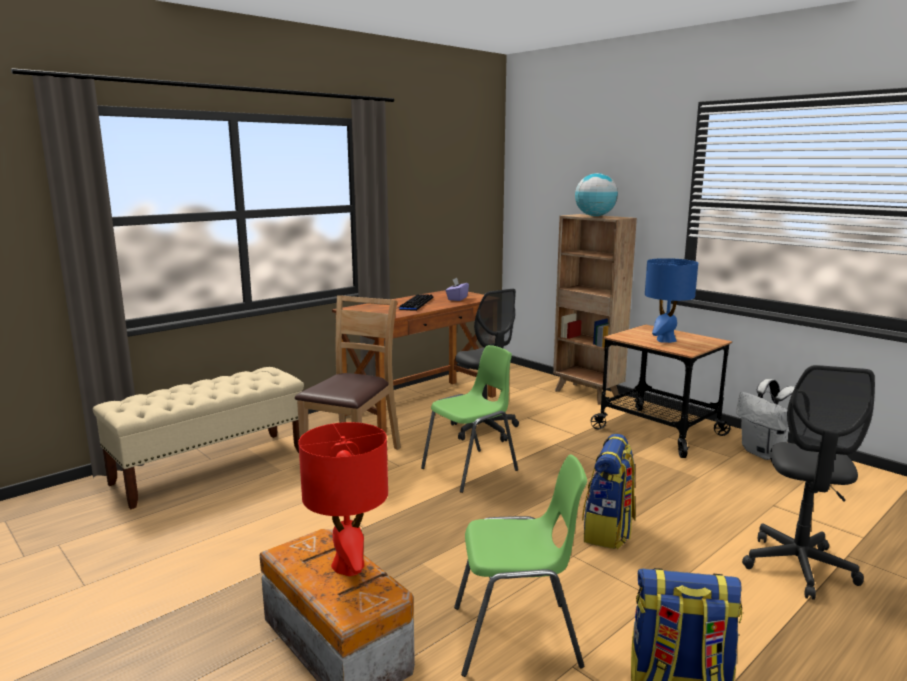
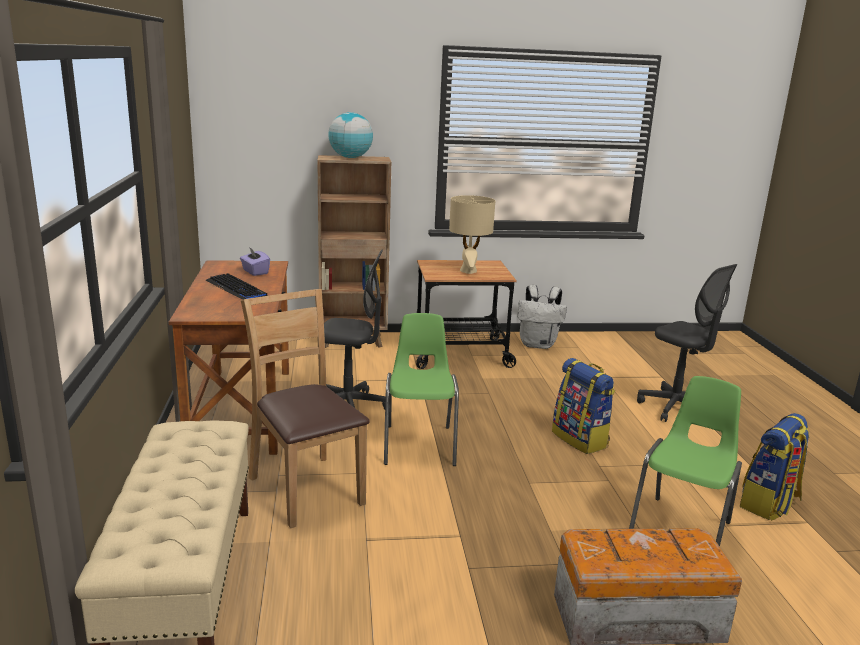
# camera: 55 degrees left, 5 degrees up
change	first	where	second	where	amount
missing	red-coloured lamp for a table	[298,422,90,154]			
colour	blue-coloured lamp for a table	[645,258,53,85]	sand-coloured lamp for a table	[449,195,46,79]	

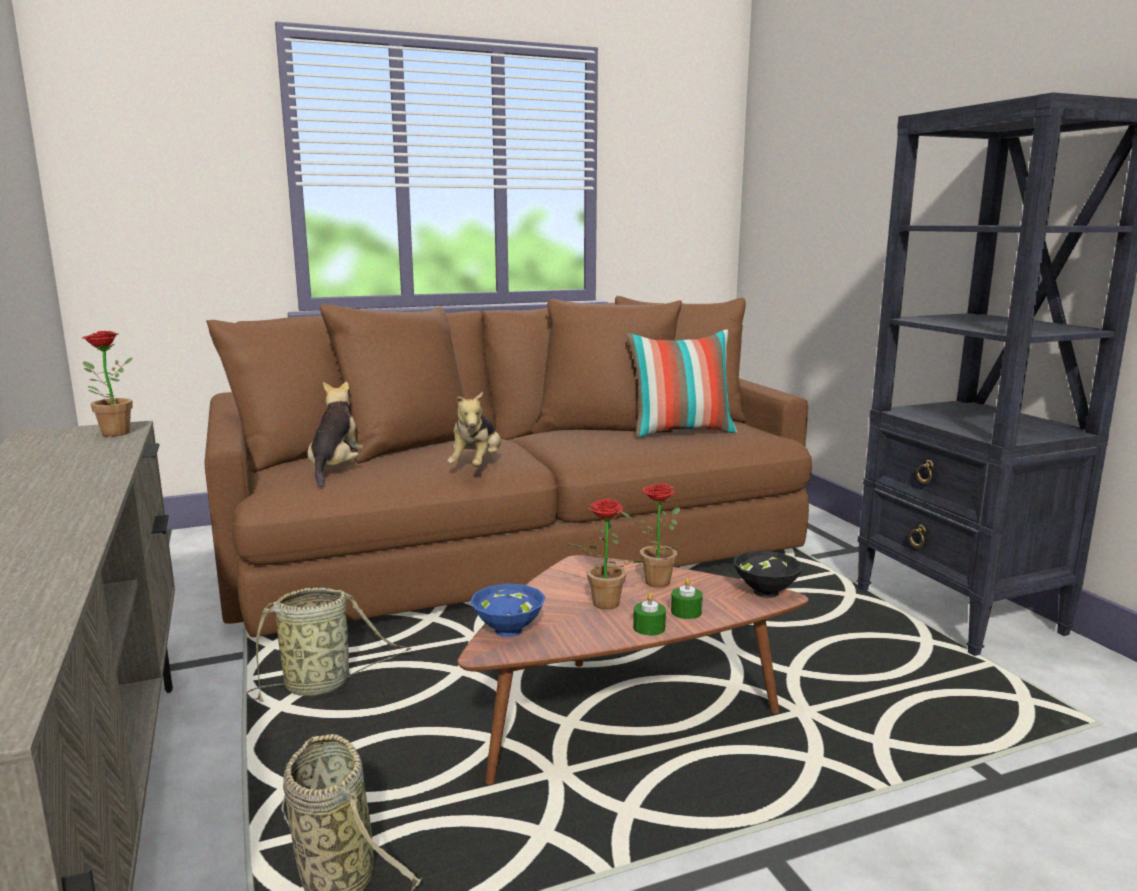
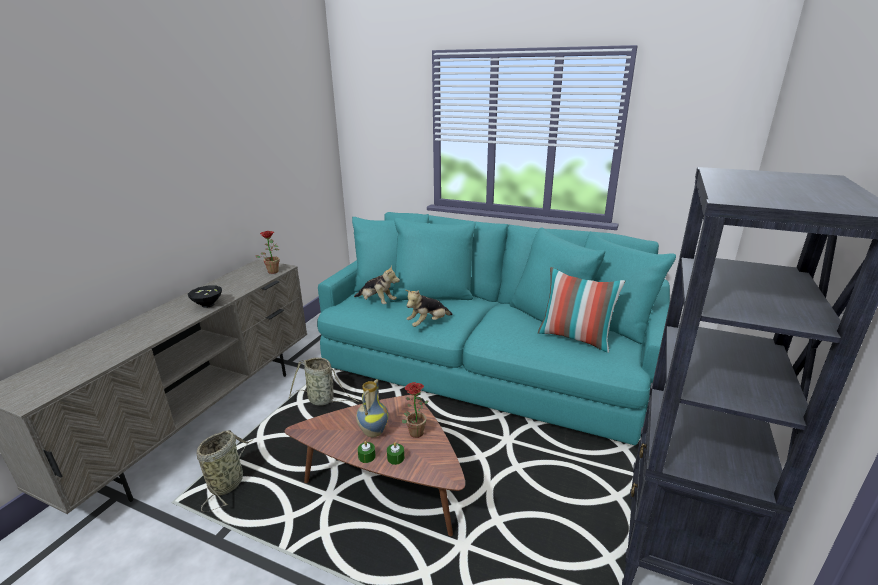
# camera: 45 degrees right, 10 degrees up
change	first	where	second	where	amount
colour	brown-coloured sofa	[204,295,608,342]	blue-green sofa	[317,212,359,233]	
spun	cuddly toy	[308,382,55,105]		[354,265,46,39]	75 degrees clockwise
missing	blue-coloured bowl	[470,583,75,54]			
exchanged	houseplant	[566,499,79,111]	decorative vase	[356,379,32,58]	
relocated	black bowl	[734,551,68,47]		[188,286,34,22]	

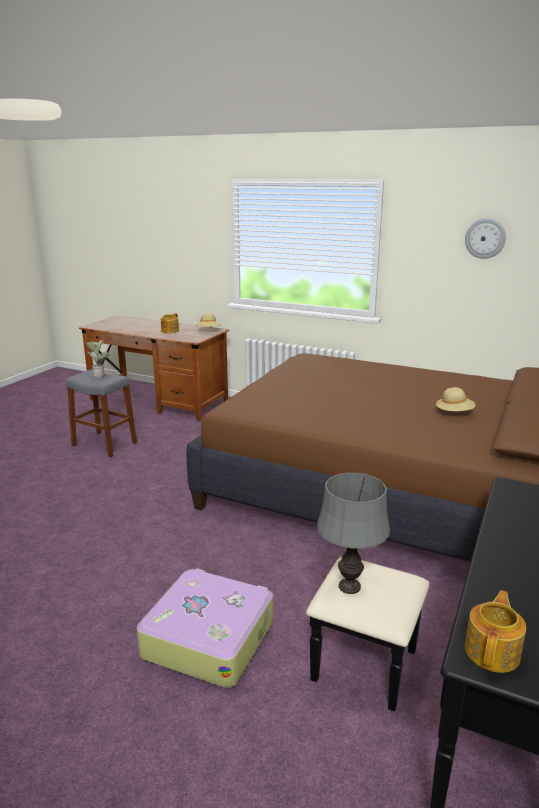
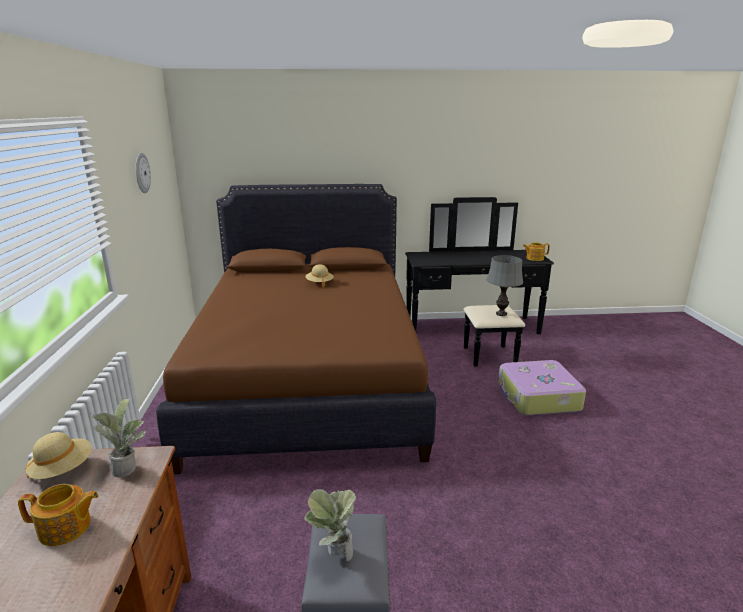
# camera: 120 degrees left, 0 degrees up
change	first	where	second	where	amount
appeared			houseplant	[91,399,55,79]	

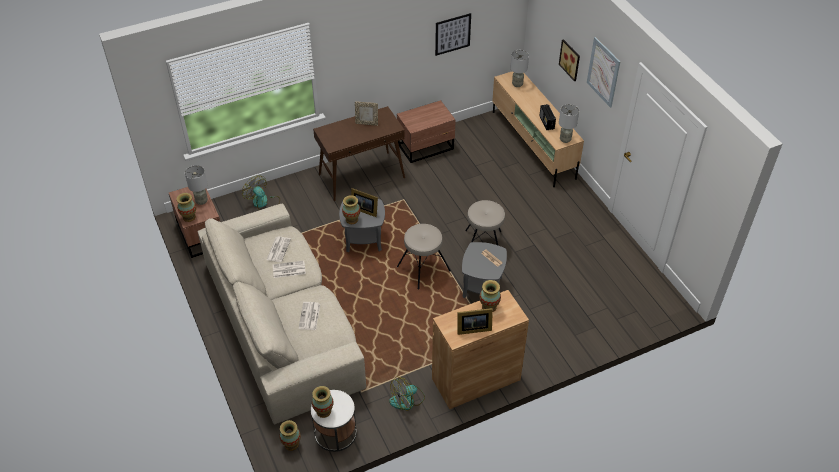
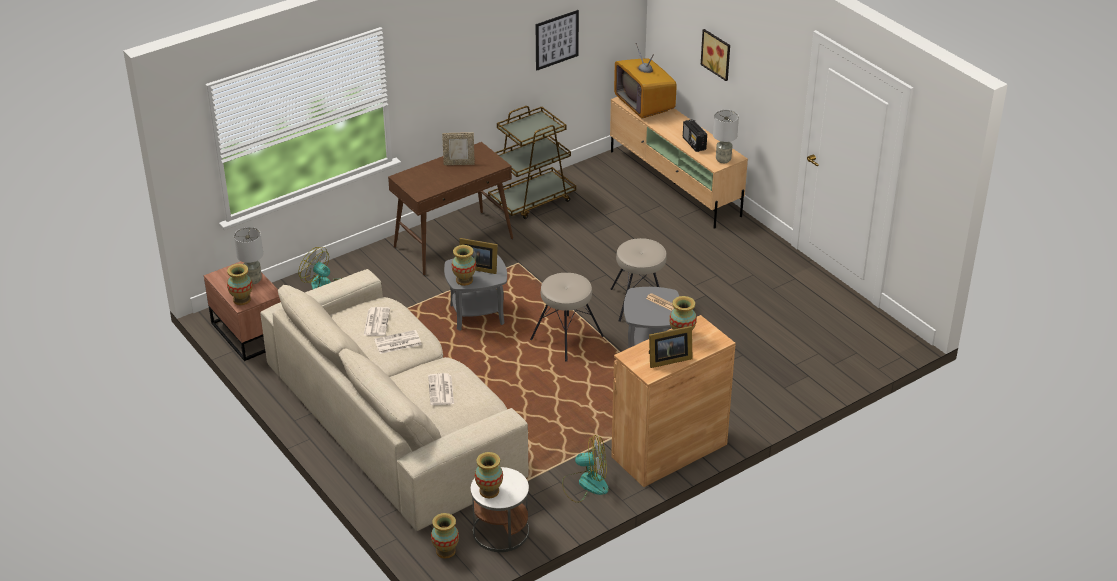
# camera: 10 degrees left, 10 degrees down
change	first	where	second	where	amount
spun	electric fan	[389,377,36,34]		[562,435,47,68]	135 degrees counterclockwise
exchanged	brown-coloured bedside table	[397,100,59,63]	brown-coloured trolley	[488,106,88,113]	
exchanged	gray lamp for a table	[510,50,19,37]	TV set	[614,43,63,76]	
missing	wall picture	[587,37,33,71]			

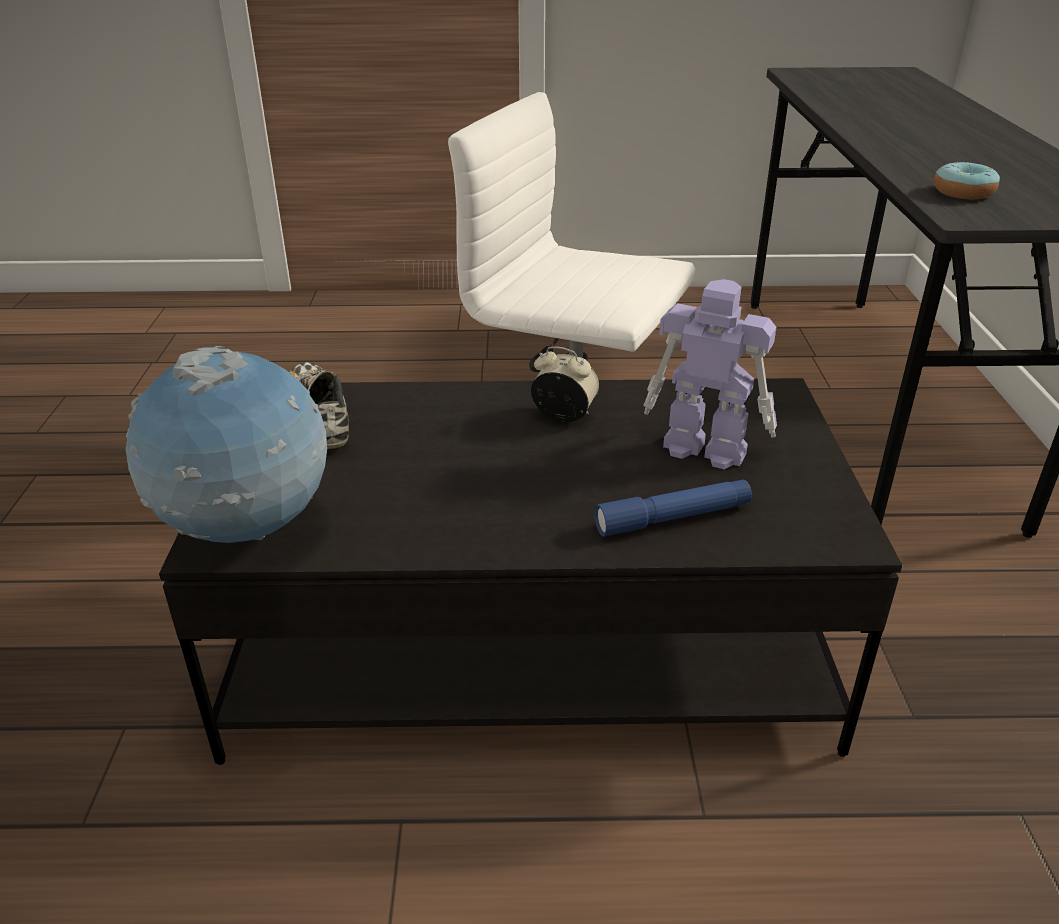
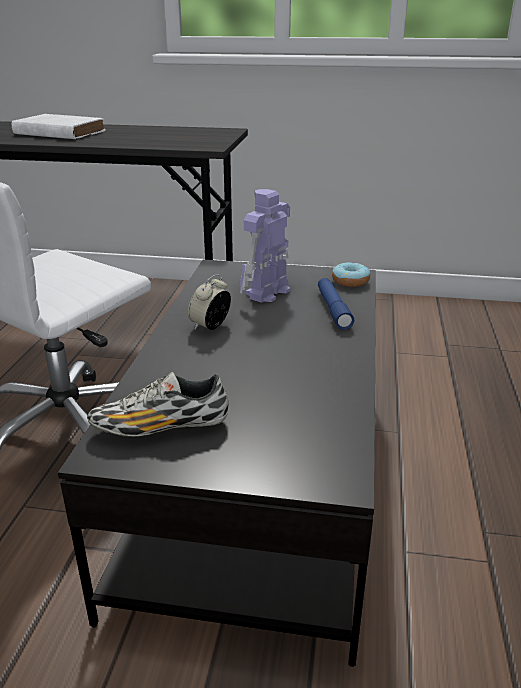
# camera: 80 degrees left, 5 degrees down
change	first	where	second	where	amount
missing	world globe	[126,346,201,197]			
relocated	ring doughnut	[934,162,66,38]		[332,262,38,25]	
appeared			white-coloured book	[12,114,94,25]	

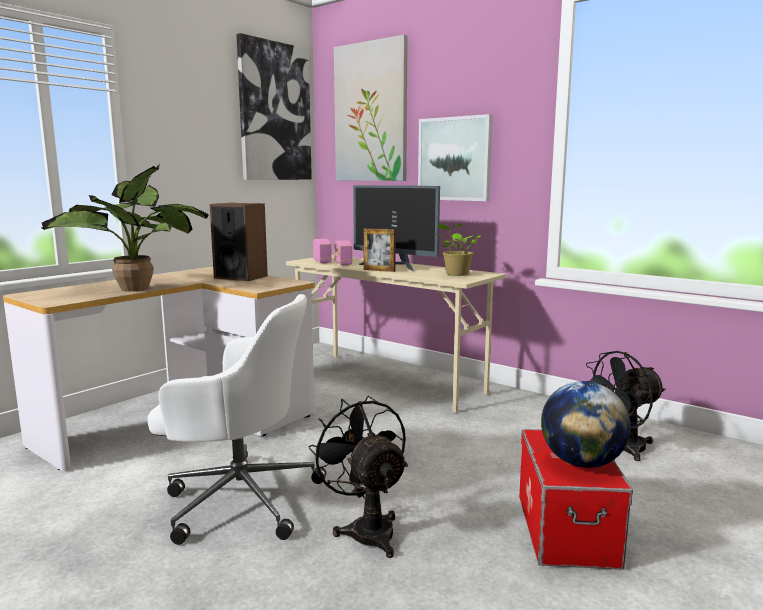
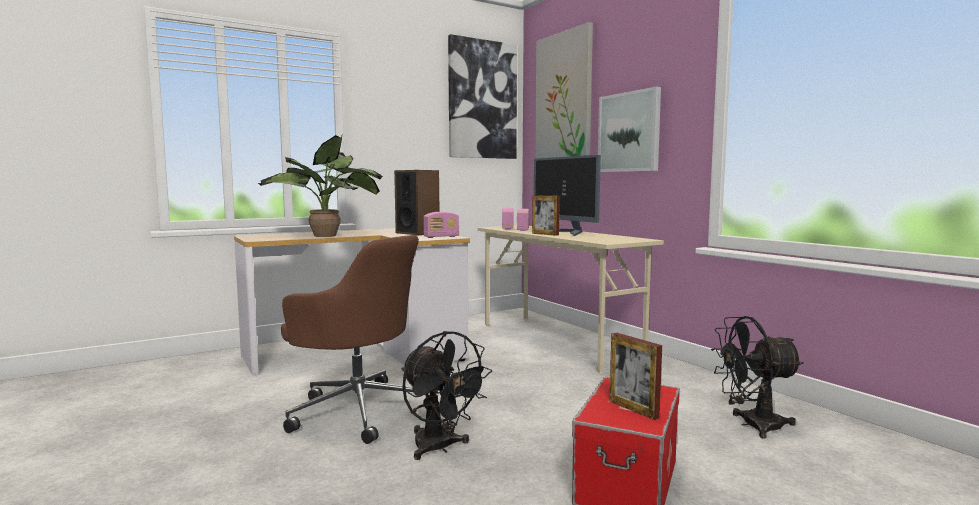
# camera: 20 degrees right, 5 degrees down
change	first	where	second	where	amount
colour	white-coloured computer chair	[147,294,179,251]	brown-coloured computer chair	[281,235,147,209]	
spun	black electric fan	[308,396,100,162]		[401,331,91,129]	150 degrees clockwise
missing	houseplant	[434,224,47,52]			
exchanged	world globe	[541,381,90,87]	photo frame	[610,332,52,88]	
appeared			radio	[423,212,36,26]	

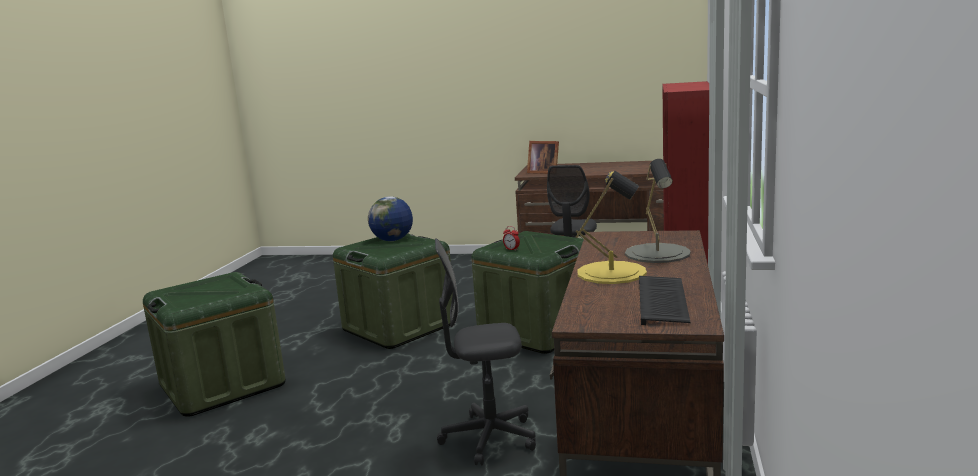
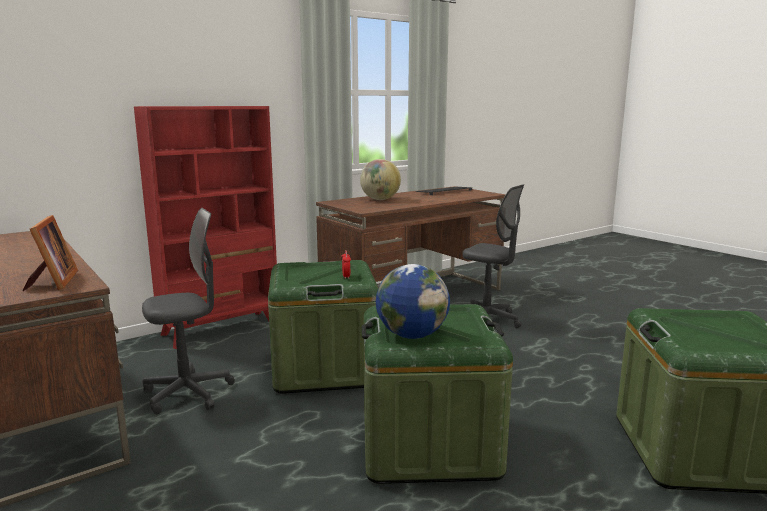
# camera: 140 degrees left, 0 degrees up
change	first	where	second	where	amount
missing	yellow lamp for a table	[576,171,71,113]			
exchanged	gray lamp for a table	[625,159,66,104]	world globe	[360,159,41,41]	

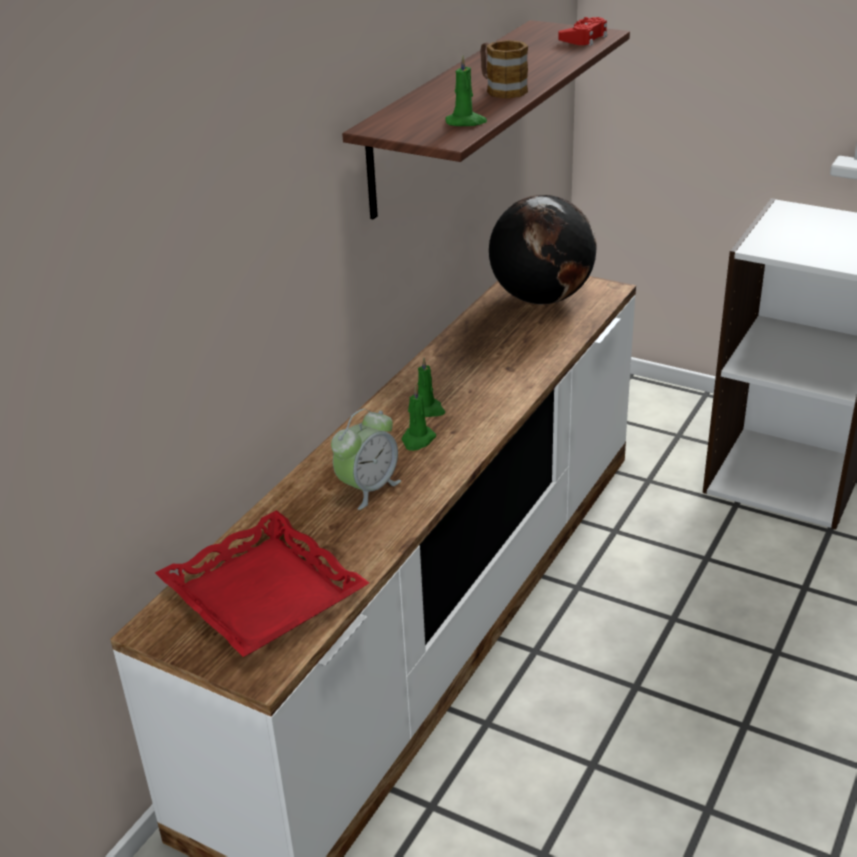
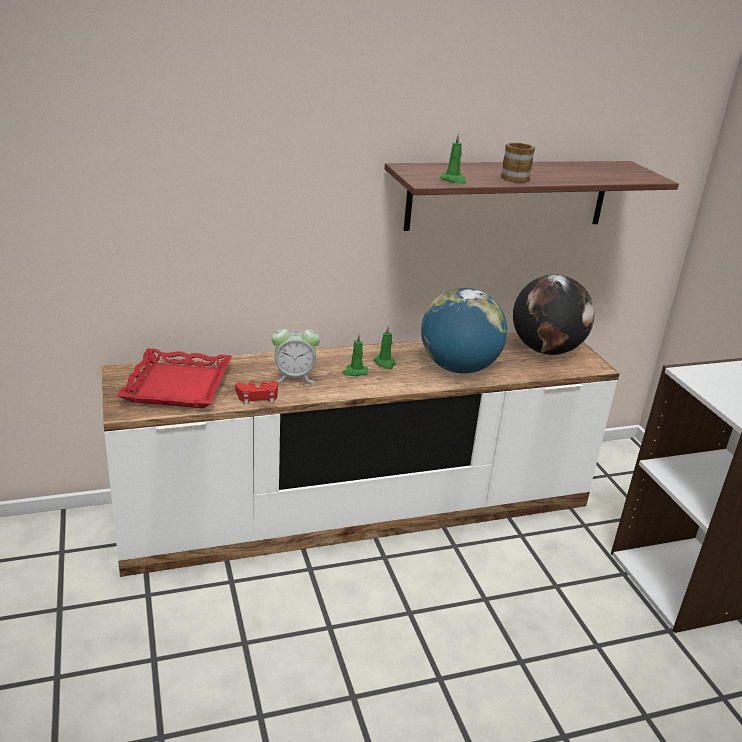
# camera: 40 degrees right, 5 degrees down
change	first	where	second	where	amount
relocated	red-coloured gamepad	[558,17,49,29]		[235,381,43,23]	
appeared			world globe	[421,288,87,86]	

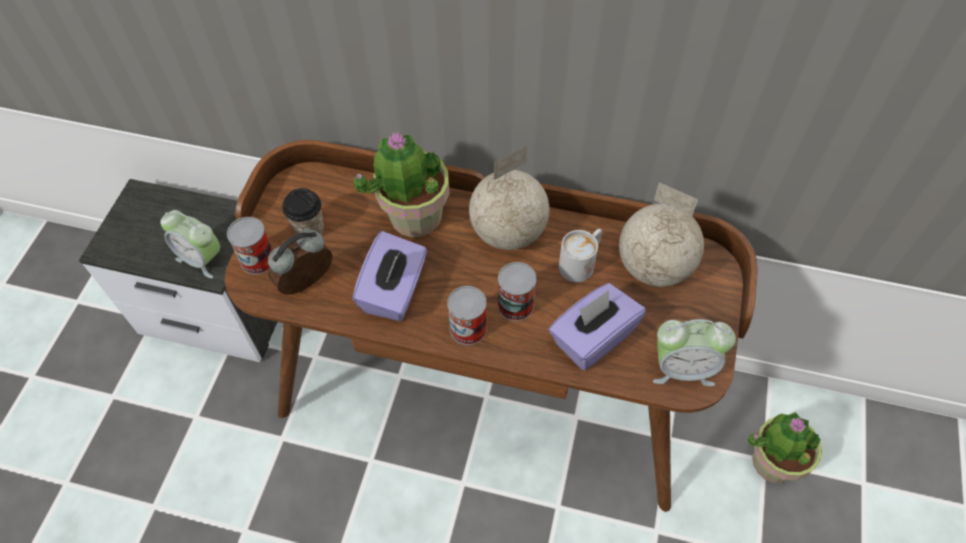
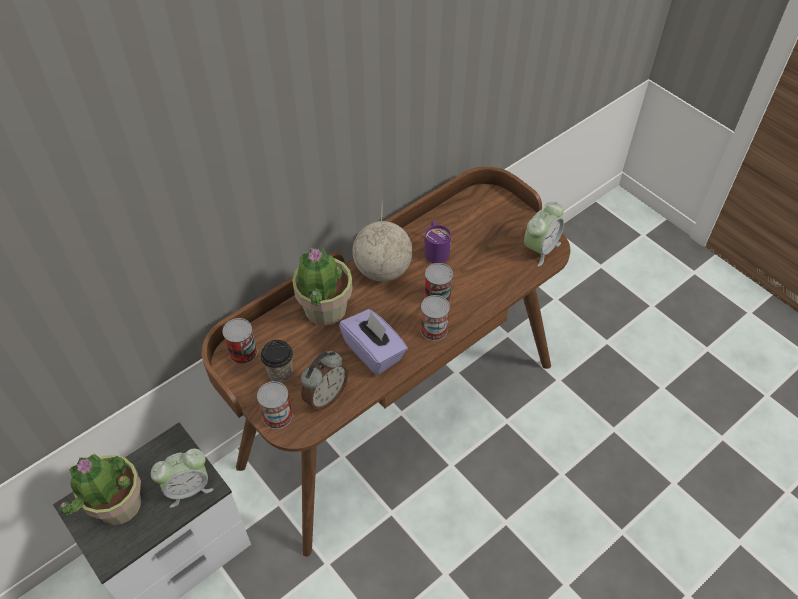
# camera: 55 degrees left, 5 degrees down
change	first	where	second	where	amount
spun	alarm clock	[268,229,65,66]		[301,351,47,59]	135 degrees counterclockwise
missing	purple tissue box	[549,283,97,88]			
colour	white-coloured mug	[559,229,43,53]	purple mug	[424,220,27,43]	
missing	world globe	[619,183,85,104]			
relocated	houseplant	[747,412,75,71]		[60,454,81,71]	
appeared			metal can	[222,318,35,46]	

